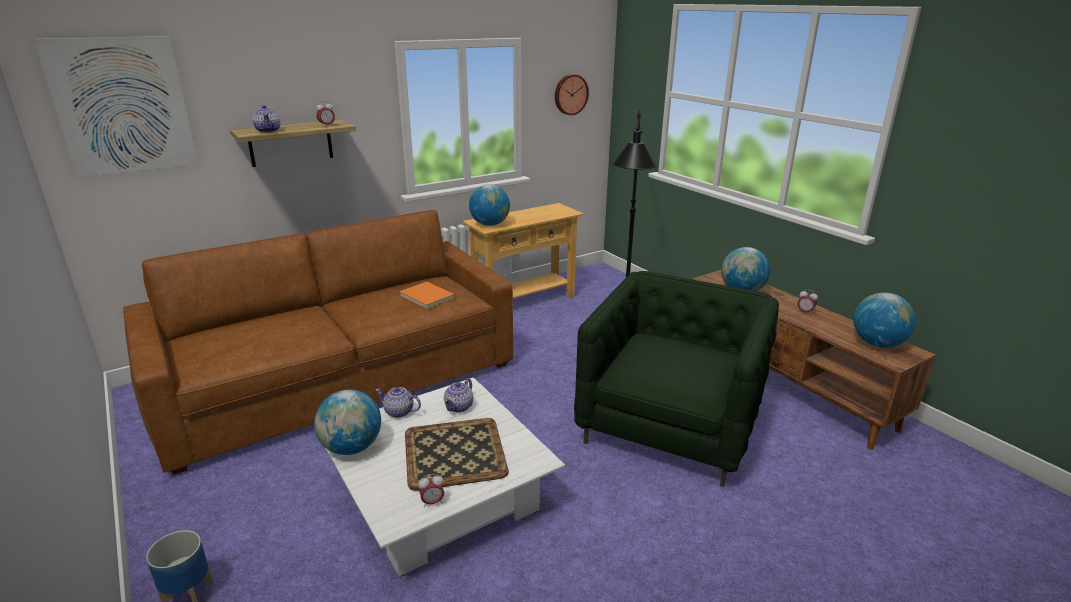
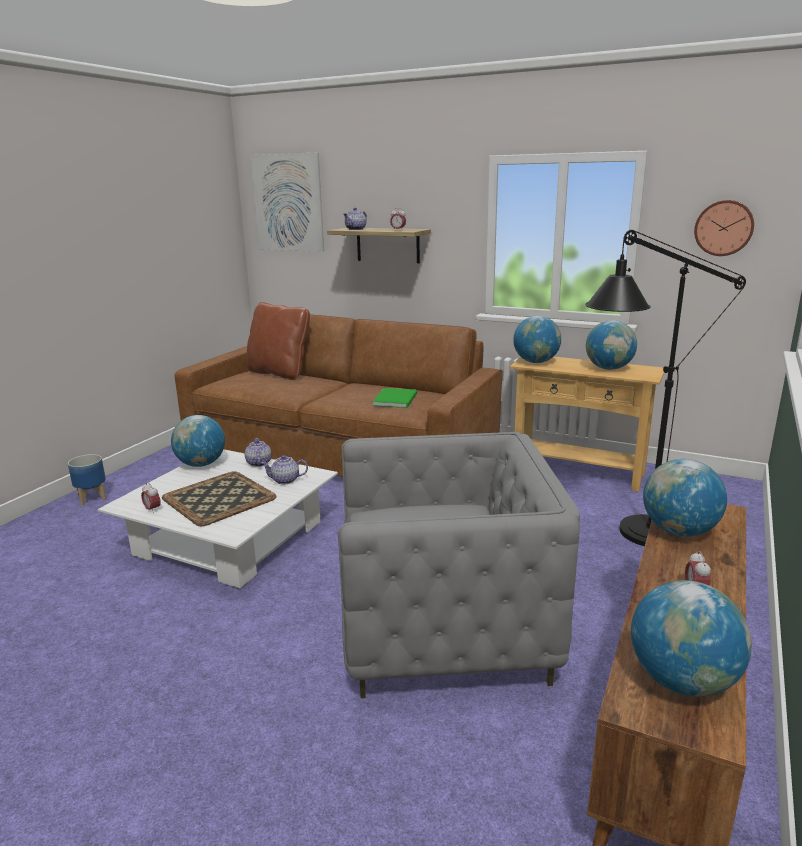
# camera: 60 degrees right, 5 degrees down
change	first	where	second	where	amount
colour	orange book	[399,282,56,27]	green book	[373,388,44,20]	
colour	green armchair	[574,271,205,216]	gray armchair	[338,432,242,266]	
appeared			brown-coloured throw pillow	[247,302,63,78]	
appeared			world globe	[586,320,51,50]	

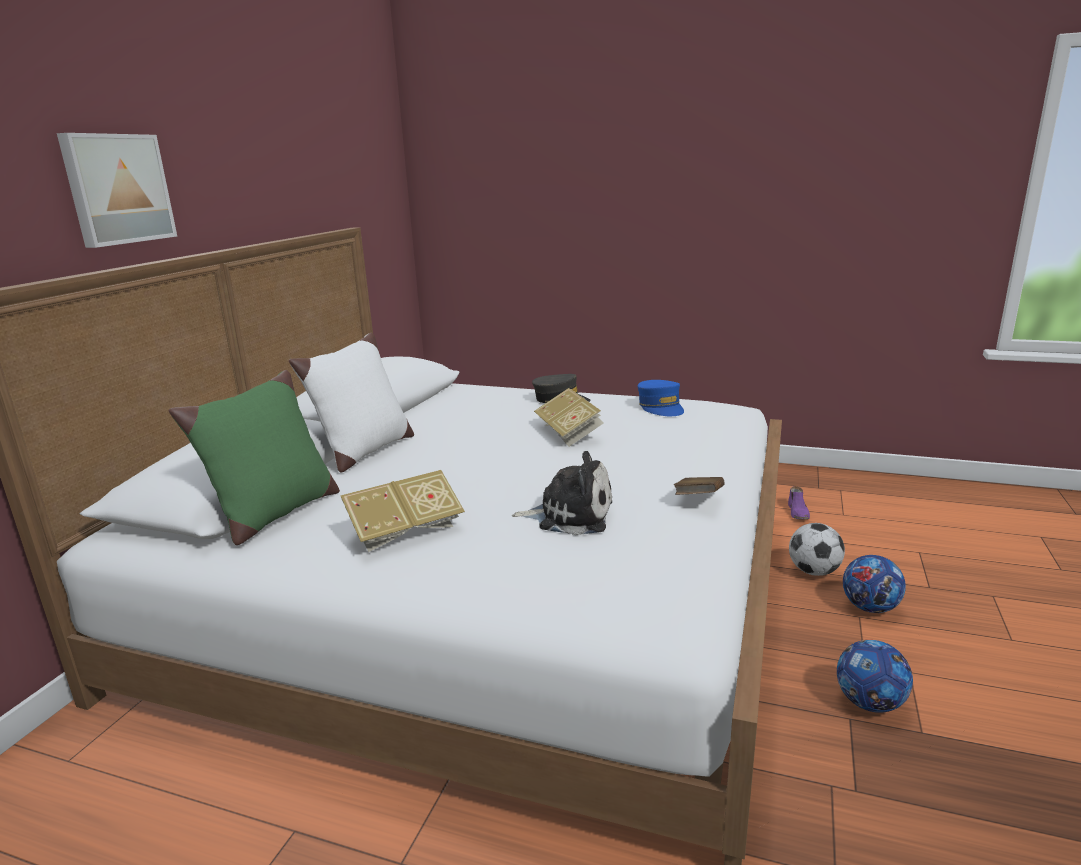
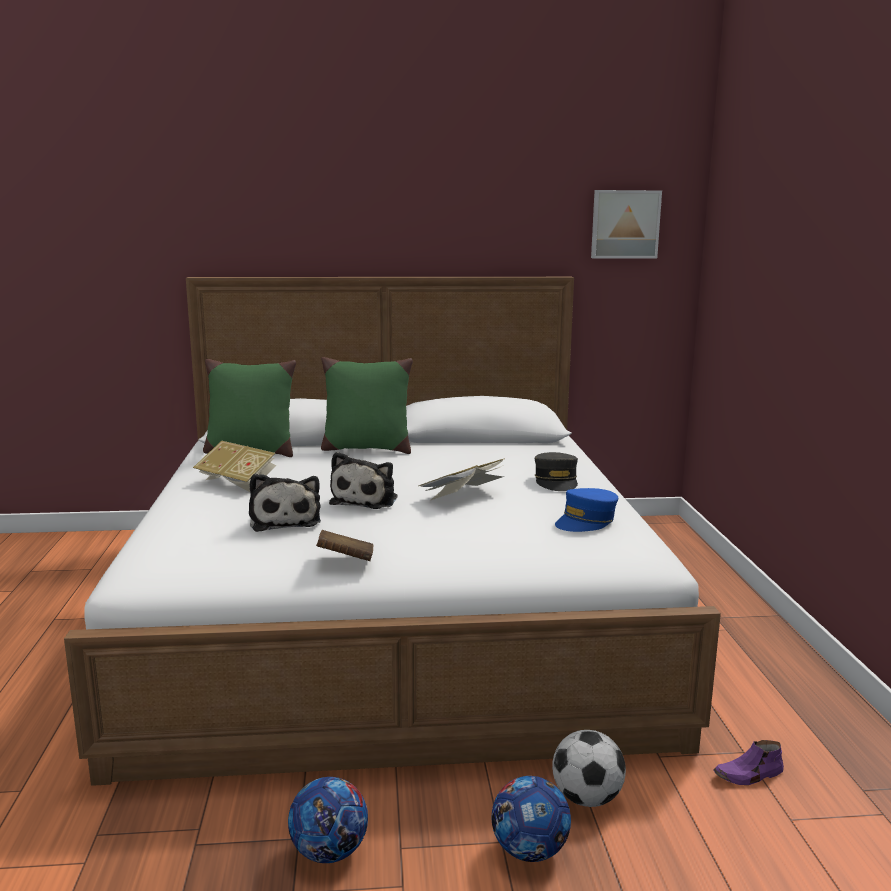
# camera: 65 degrees right, 5 degrees down
change	first	where	second	where	amount
relocated	wall picture	[57,133,120,115]		[591,190,71,69]	
colour	white-coloured throw pillow	[289,333,125,140]	green throw pillow	[321,357,92,97]	
appeared			cuddly toy	[329,452,69,57]	

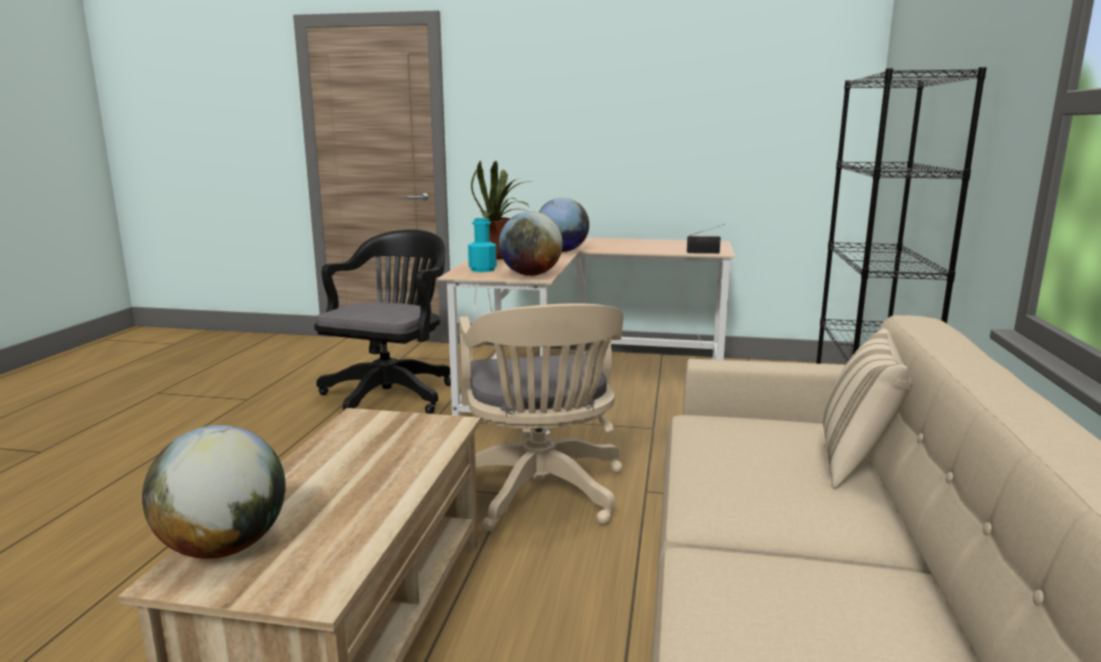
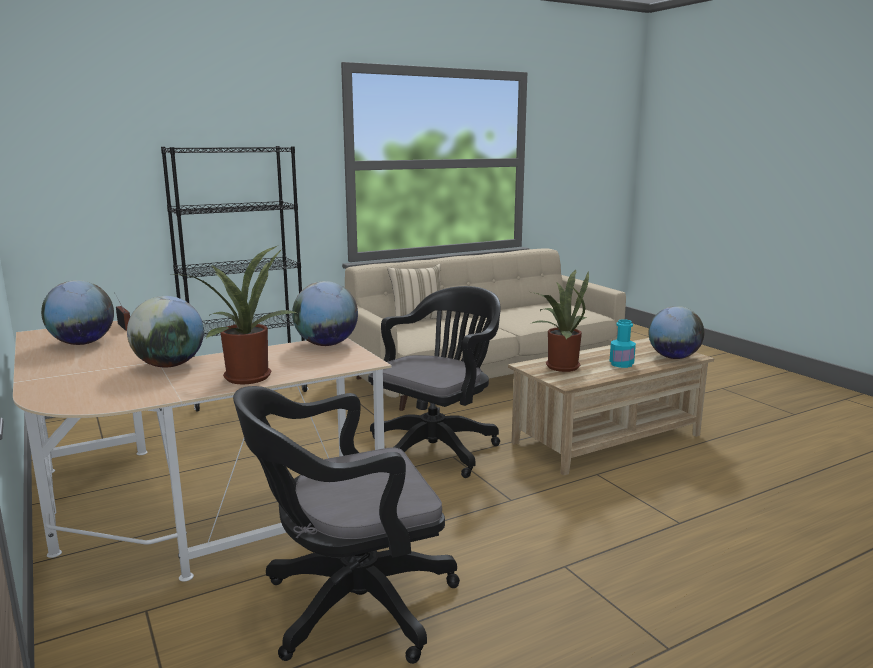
# camera: 130 degrees left, 0 degrees up
change	first	where	second	where	amount
colour	sand-coloured computer chair	[459,303,164,229]	black computer chair	[368,286,133,192]	
relocated	blue-green drink bottle	[468,218,29,54]		[609,319,27,49]	
appeared			world globe	[41,280,73,65]	
appeared			houseplant	[532,270,57,102]	

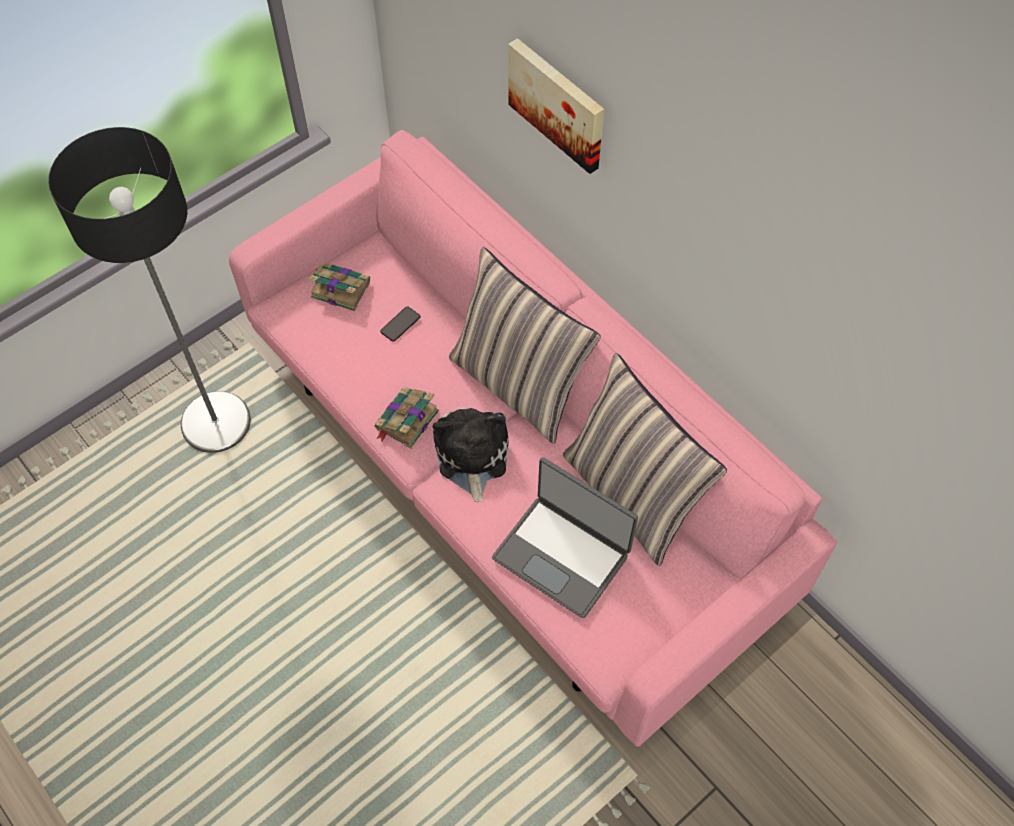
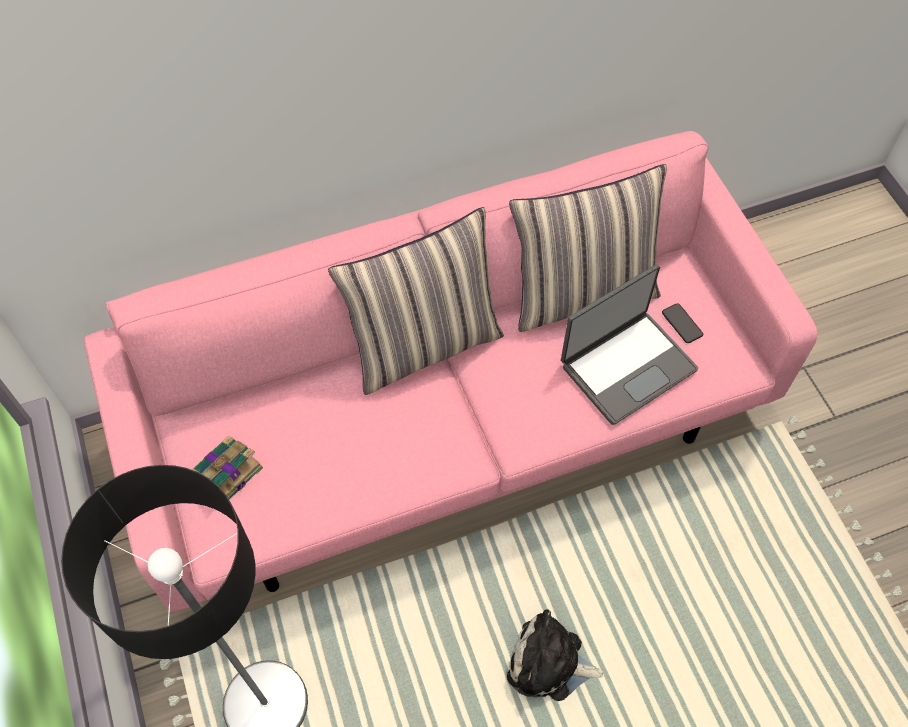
# camera: 70 degrees left, 0 degrees up
change	first	where	second	where	amount
missing	book	[375,387,64,62]			
relocated	telephone	[380,306,40,36]		[662,303,41,40]	
relocated	cuddly toy	[432,408,76,96]		[507,609,96,92]	
missing	wall picture	[508,38,96,136]			

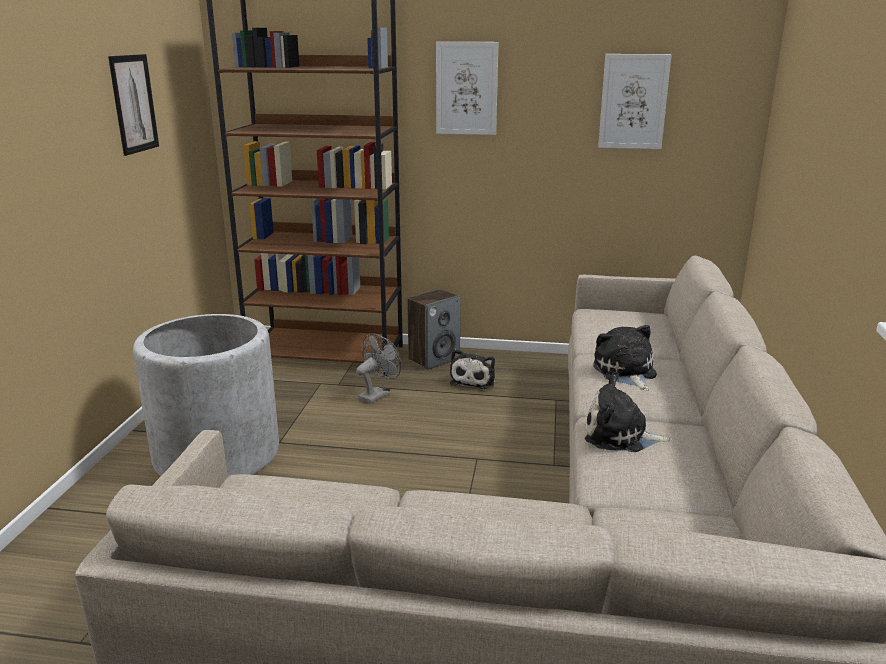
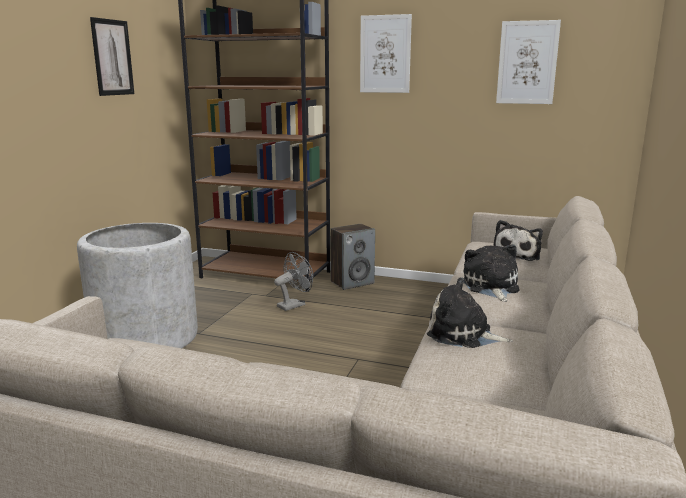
# camera: 10 degrees right, 5 degrees down
change	first	where	second	where	amount
relocated	cuddly toy	[450,349,45,40]		[494,220,49,41]	

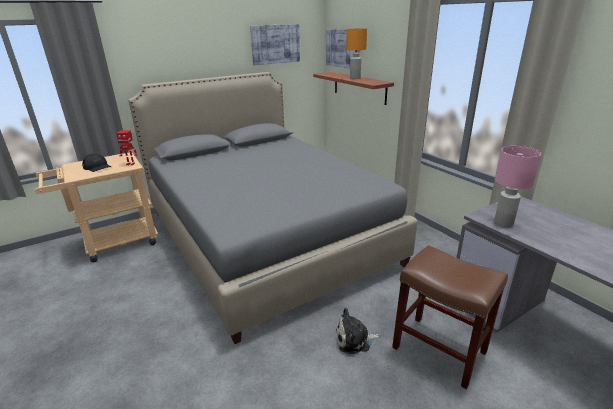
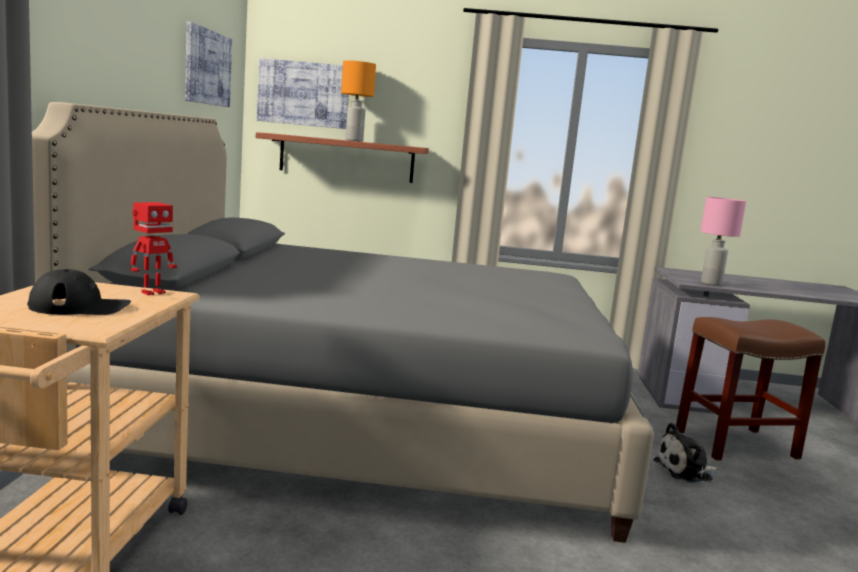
# camera: 55 degrees left, 15 degrees down
change	first	where	second	where	amount
spun	cuddly toy	[336,308,45,46]		[653,423,65,60]	45 degrees clockwise

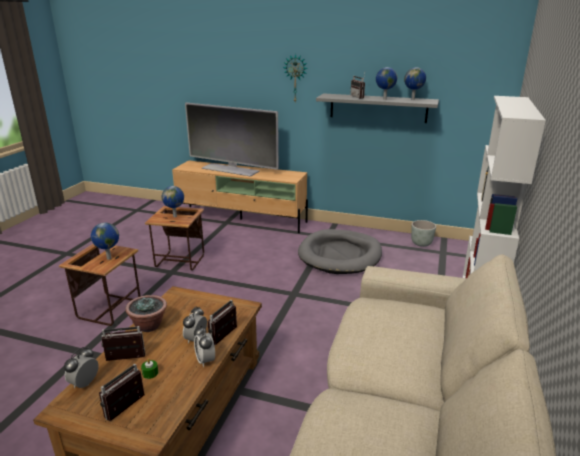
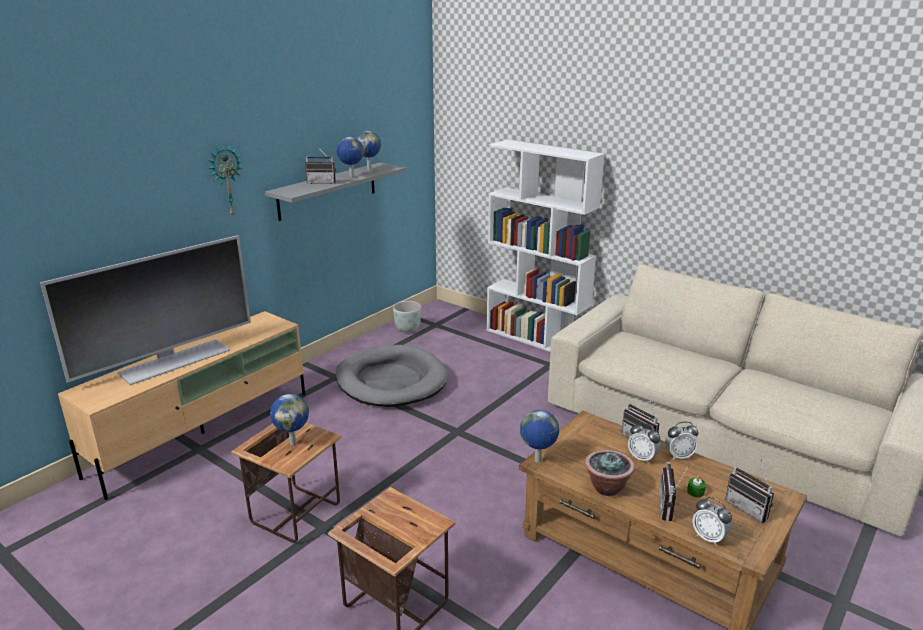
# camera: 70 degrees left, 0 degrees up
change	first	where	second	where	amount
relocated	world globe	[91,223,28,37]		[520,410,39,53]	

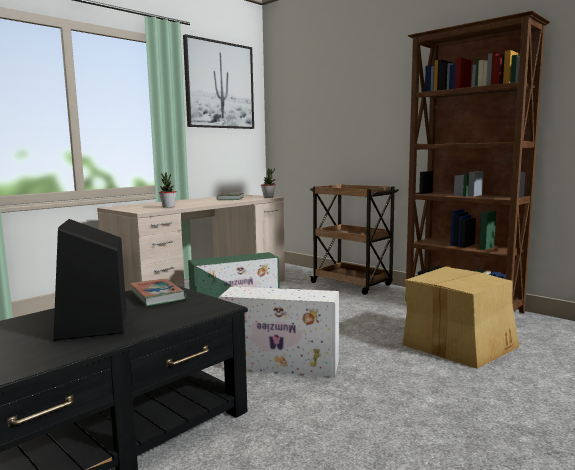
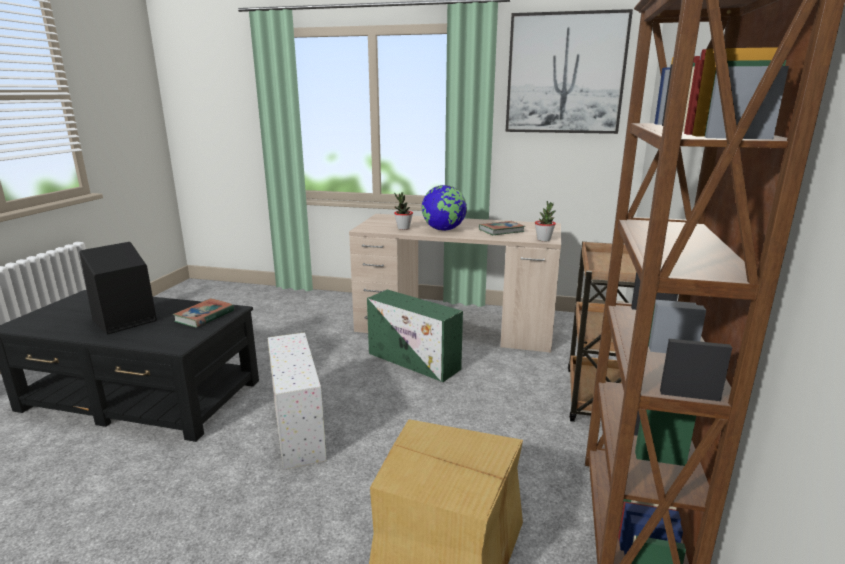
# camera: 60 degrees right, 10 degrees up
change	first	where	second	where	amount
appeared			world globe	[422,185,45,46]	

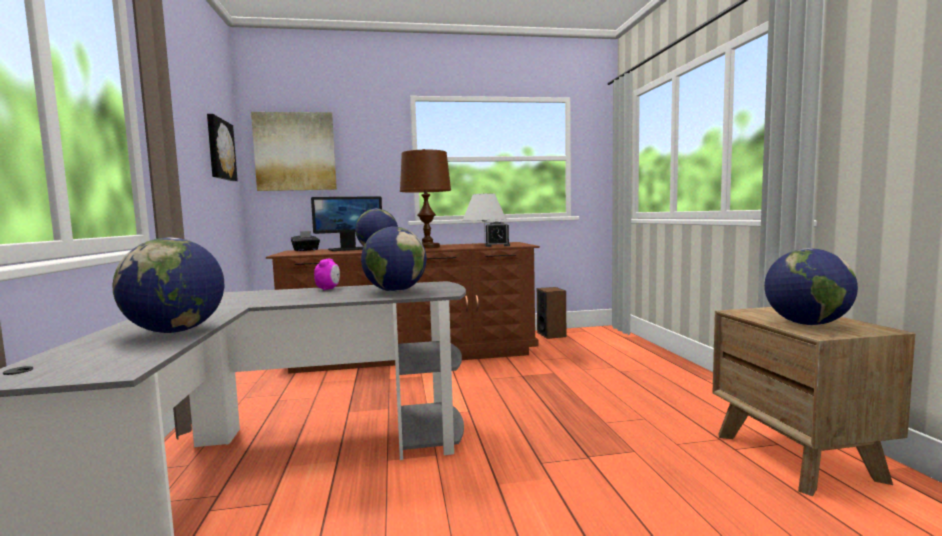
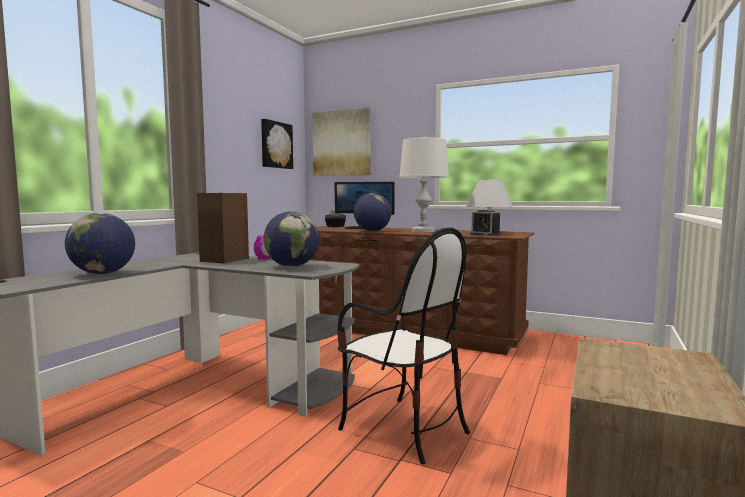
# camera: 35 degrees right, 0 degrees up
change	first	where	second	where	amount
colour	brown-coloured lamp for a table	[400,149,51,99]	white-coloured lamp for a table	[399,137,50,95]	
relocated	speaker	[537,287,29,52]		[197,193,52,70]	
missing	world globe	[764,248,94,77]			
appeared			plain chair	[337,228,133,236]	

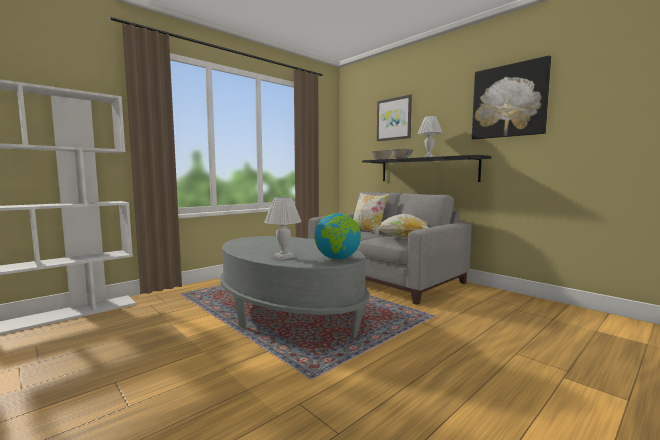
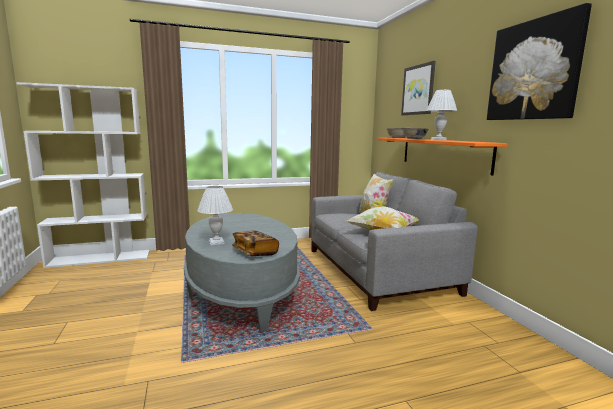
# camera: 25 degrees right, 5 degrees up
change	first	where	second	where	amount
exchanged	world globe	[314,213,47,47]	book	[232,231,47,25]	
colour	black bracket shelf	[362,155,129,27]	orange bracket shelf	[378,138,130,38]	

